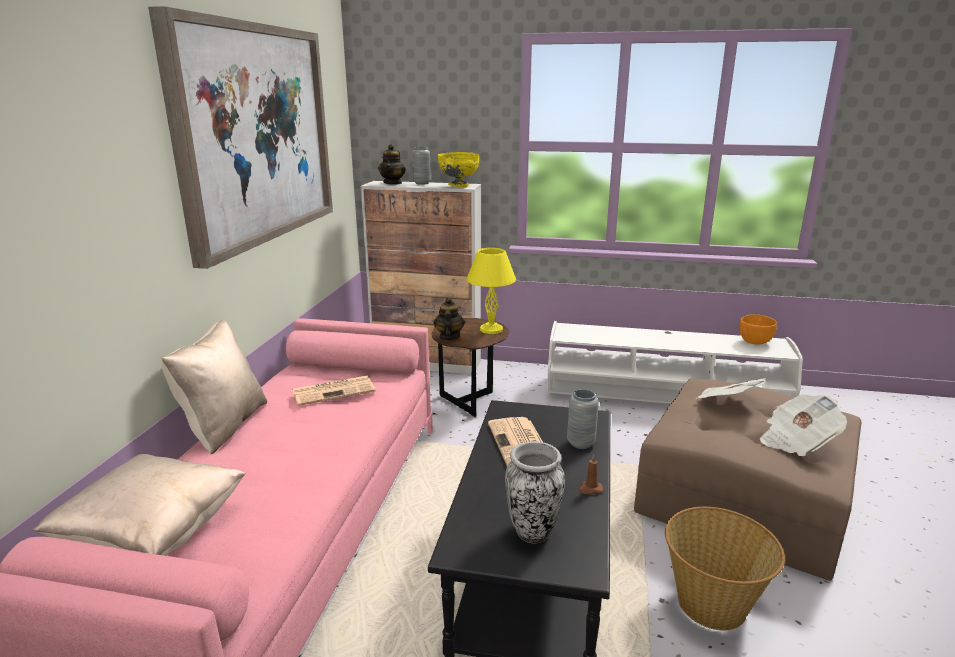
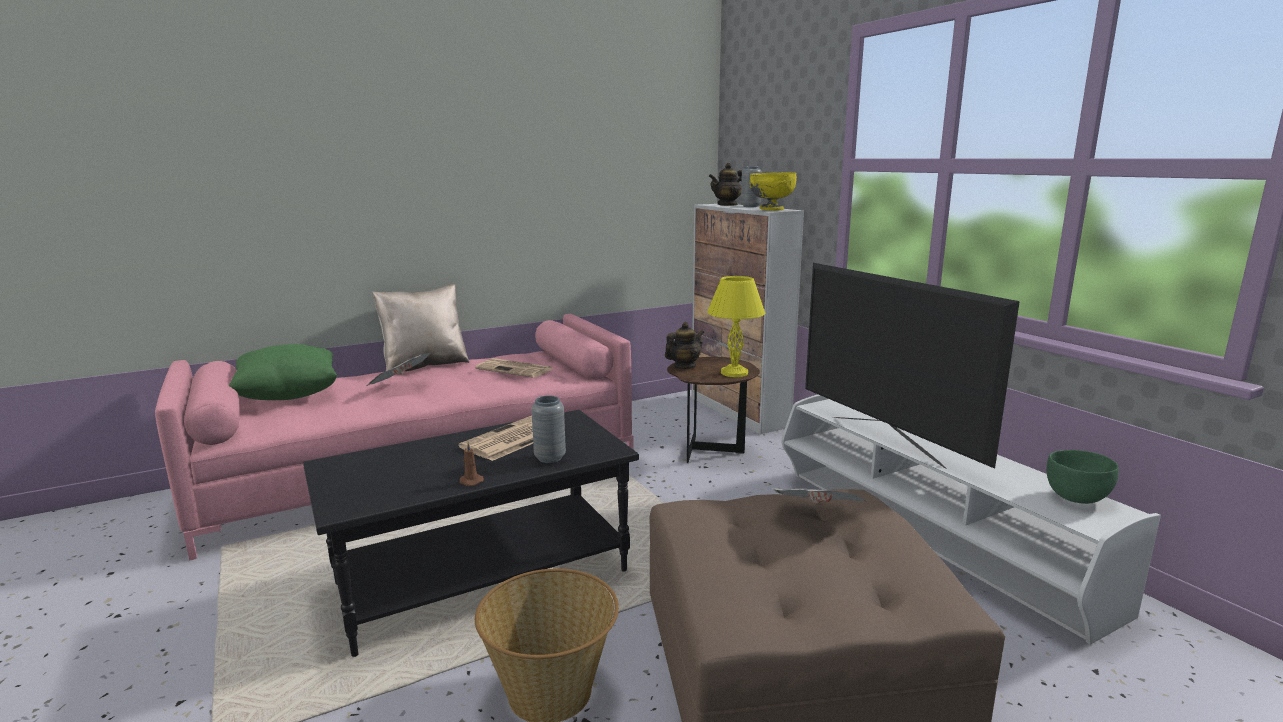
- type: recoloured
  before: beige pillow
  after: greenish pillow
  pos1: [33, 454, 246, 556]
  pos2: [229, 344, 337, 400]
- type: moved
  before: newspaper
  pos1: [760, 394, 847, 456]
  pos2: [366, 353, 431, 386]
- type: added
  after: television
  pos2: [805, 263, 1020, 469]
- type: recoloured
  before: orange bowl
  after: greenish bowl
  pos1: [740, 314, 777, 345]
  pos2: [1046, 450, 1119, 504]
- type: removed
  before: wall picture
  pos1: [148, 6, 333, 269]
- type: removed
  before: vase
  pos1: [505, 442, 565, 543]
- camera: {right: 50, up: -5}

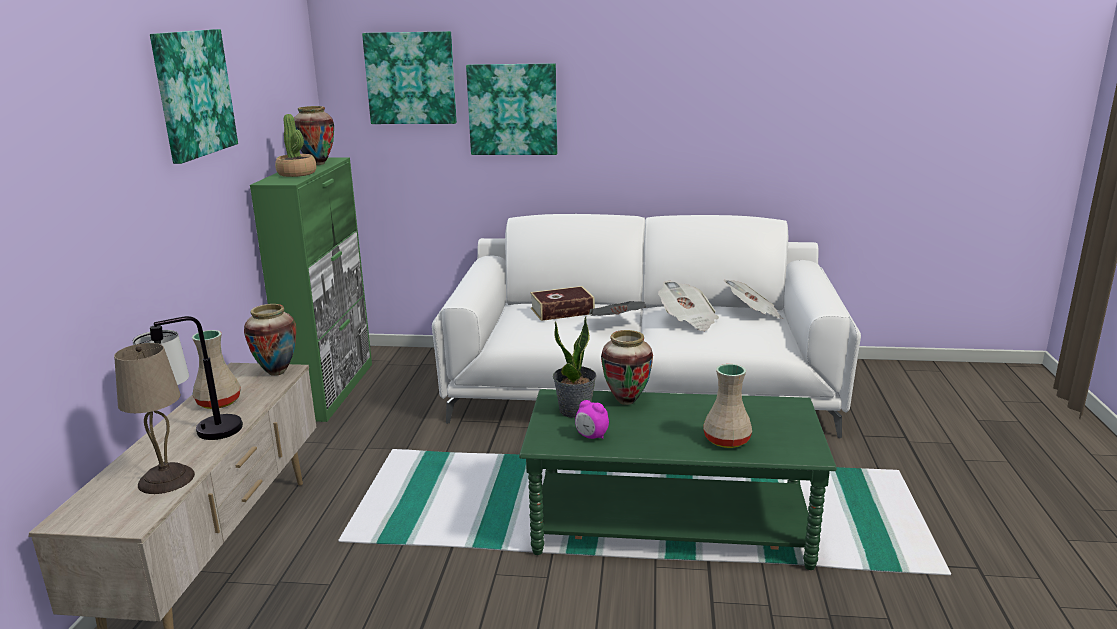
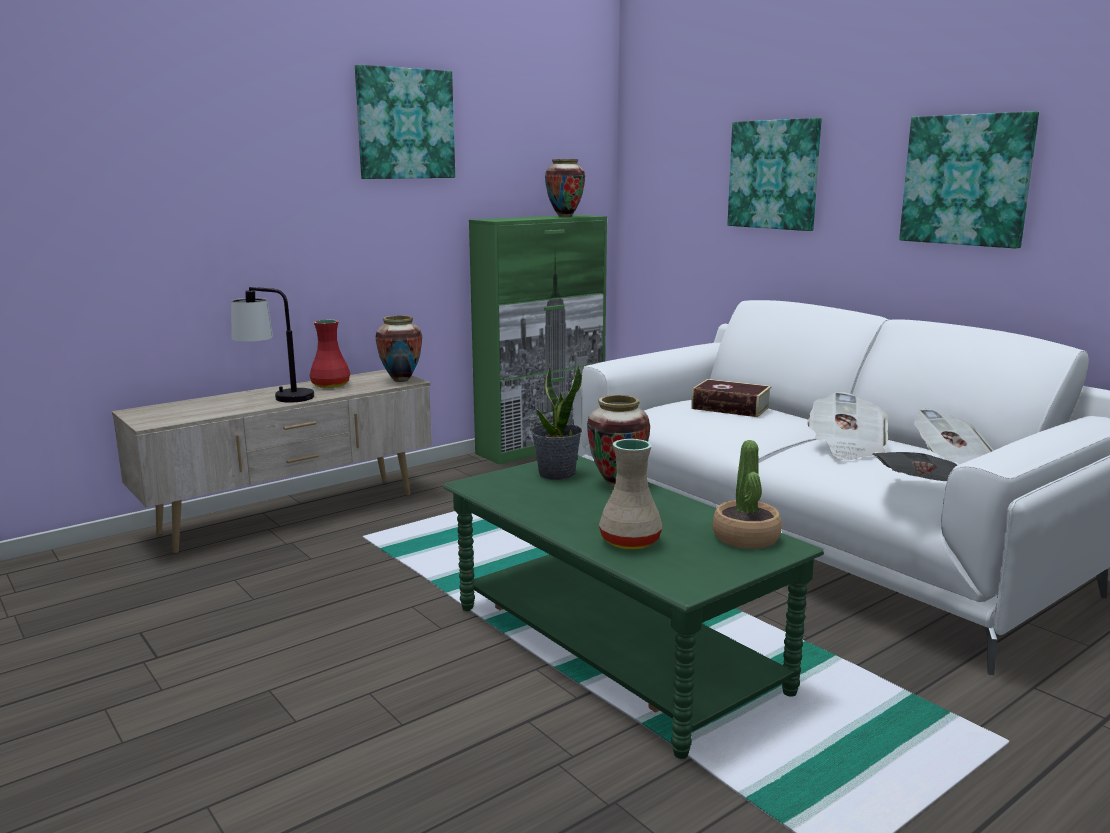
- type: recoloured
  before: beige vase
  after: red vase
  pos1: [192, 330, 241, 409]
  pos2: [310, 320, 350, 388]
- type: moved
  before: houseplant
  pos1: [275, 114, 316, 177]
  pos2: [712, 440, 782, 549]
- type: moved
  before: newspaper
  pos1: [589, 301, 646, 316]
  pos2: [873, 452, 958, 481]
- type: moved
  before: wall picture
  pos1: [362, 31, 457, 124]
  pos2: [899, 111, 1039, 249]
- type: removed
  before: beige table lamp
  pos1: [114, 343, 195, 494]
- type: removed
  before: bedside clock
  pos1: [575, 400, 609, 439]
- camera: {right: 45, up: -5}

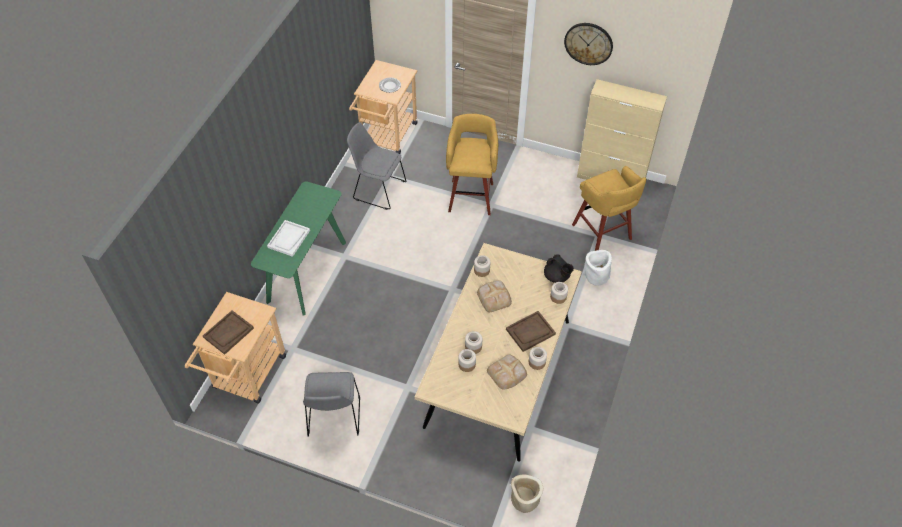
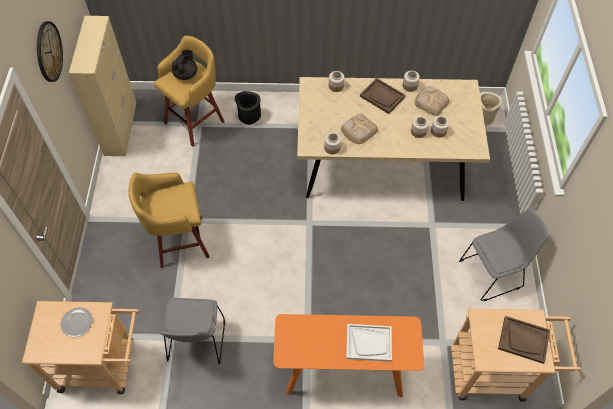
- type: moved
  before: black tea pot
  pos1: [544, 254, 574, 283]
  pos2: [172, 49, 197, 80]
- type: recoloured
  before: white planter
  after: black planter
  pos1: [585, 250, 612, 286]
  pos2: [235, 91, 261, 125]
- type: recoloured
  before: greenish hall table
  after: orange hall table
  pos1: [251, 182, 346, 316]
  pos2: [273, 314, 424, 398]
- camera: {right: -110, up: 5}

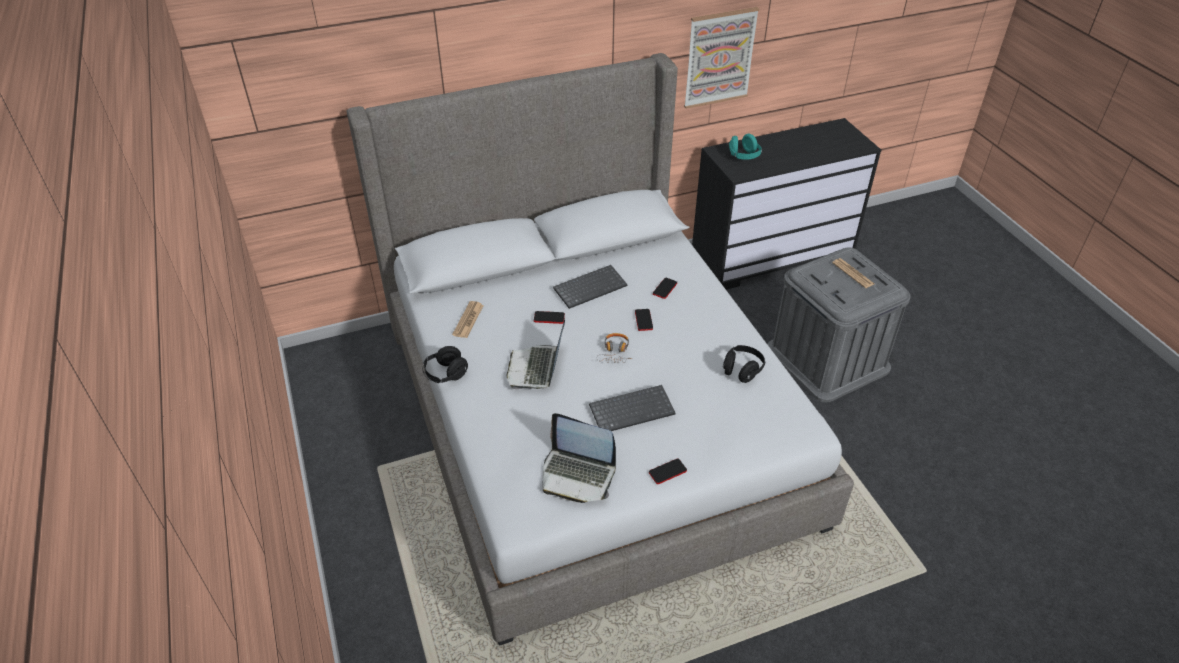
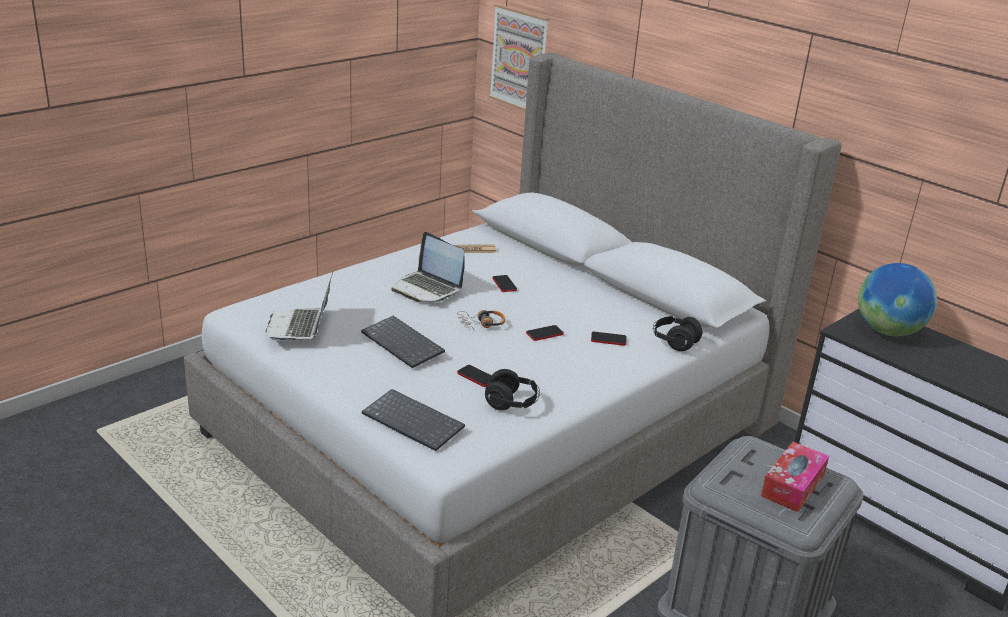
- type: moved
  before: PC keyboard
  pos1: [553, 265, 628, 309]
  pos2: [362, 389, 465, 451]
- type: turned
  before: portable computer
  pos1: [507, 319, 565, 390]
  pos2: [391, 232, 465, 302]
  turn: -120
- type: moved
  before: telephone
  pos1: [649, 459, 687, 484]
  pos2: [457, 365, 492, 387]
- type: moved
  before: wall picture
  pos1: [684, 7, 759, 109]
  pos2: [489, 4, 549, 111]
- type: moved
  before: black headphones
  pos1: [422, 346, 468, 383]
  pos2: [653, 316, 703, 351]
- type: replaced
  before: newspaper
  after: tissue holder
  pos1: [832, 258, 874, 288]
  pos2: [761, 442, 829, 512]
- type: replaced
  before: turquoise-coloured headphones
  after: globe
  pos1: [729, 134, 762, 160]
  pos2: [858, 263, 937, 336]
- camera: {right: 65, up: -15}

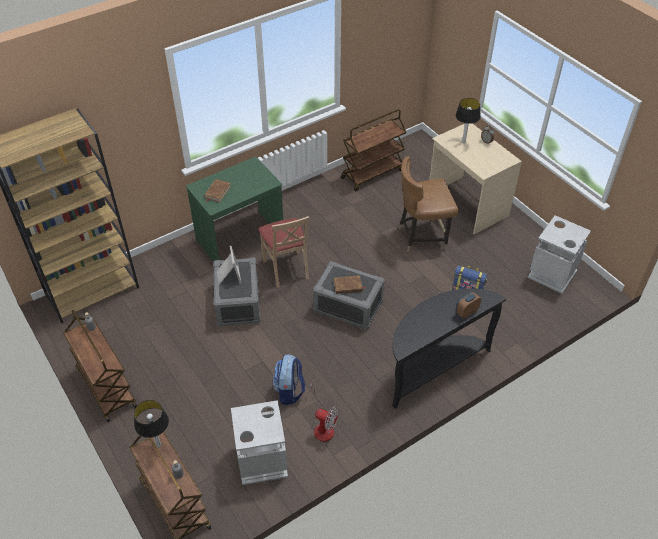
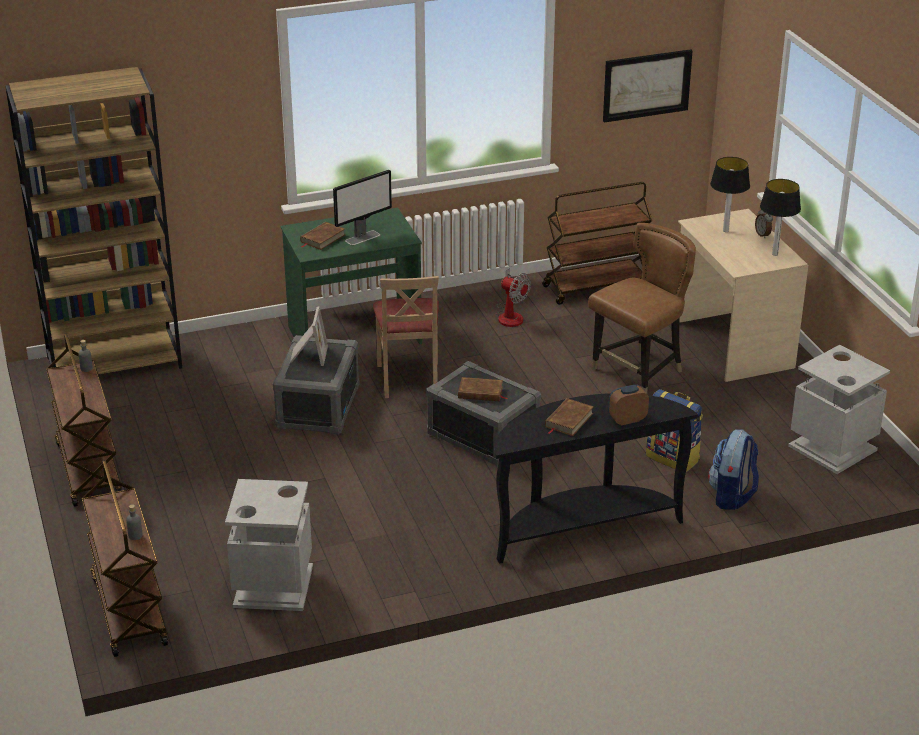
- type: added
  after: monitor
  pos2: [333, 170, 392, 245]
- type: moved
  before: electric fan
  pos1: [309, 383, 339, 442]
  pos2: [496, 268, 531, 327]
- type: added
  after: brown volume
  pos2: [545, 398, 594, 436]
- type: turned
  before: brown plain chair
  pos1: [398, 156, 459, 252]
  pos2: [588, 223, 696, 393]
  turn: 135
- type: added
  after: wall picture
  pos2: [603, 49, 692, 123]
- type: moved
  before: backpack
  pos1: [272, 354, 305, 405]
  pos2: [708, 430, 759, 510]
- type: moved
  before: table lamp
  pos1: [134, 400, 169, 448]
  pos2: [760, 179, 801, 256]
- camera: {right: 15, up: -15}

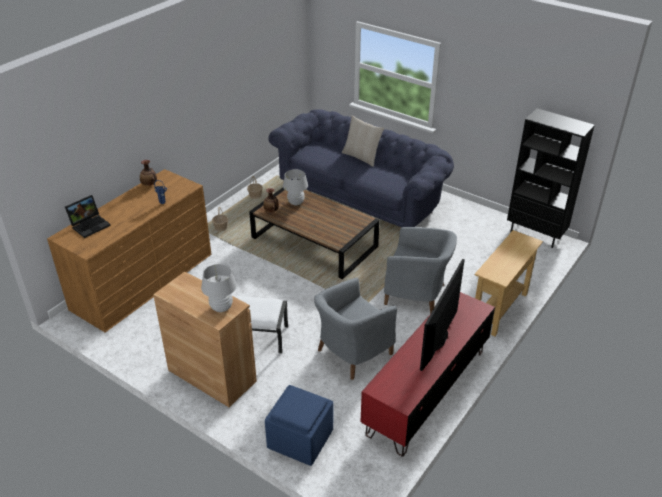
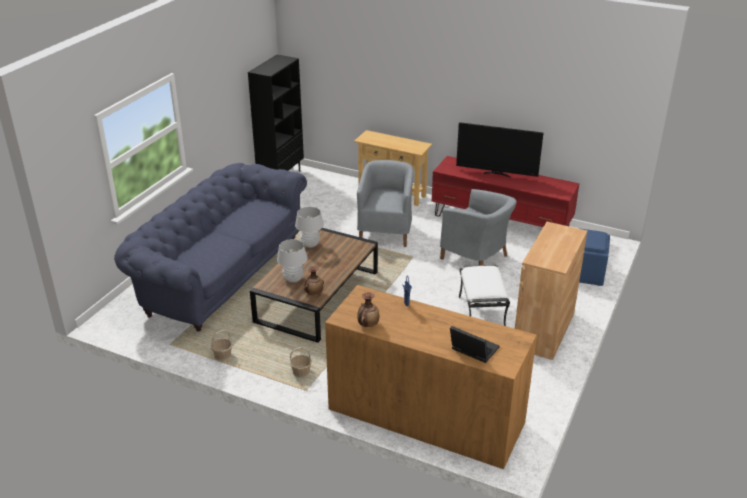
- type: moved
  before: white table lamp
  pos1: [201, 264, 237, 312]
  pos2: [295, 207, 324, 248]
- type: removed
  before: beige pillow
  pos1: [342, 115, 384, 167]
- camera: {right: -100, up: -5}

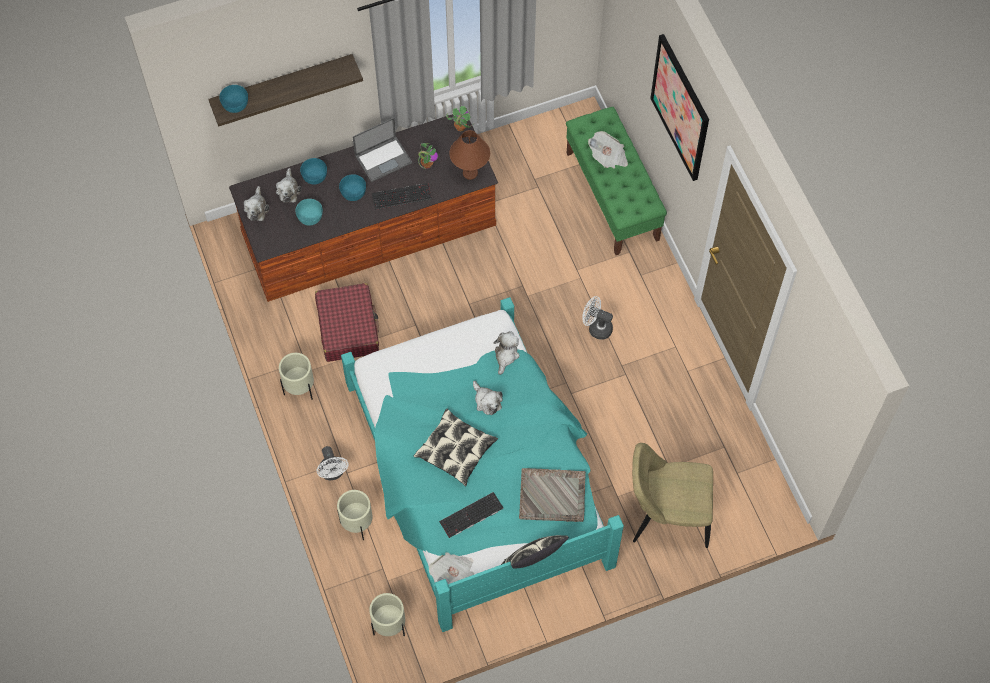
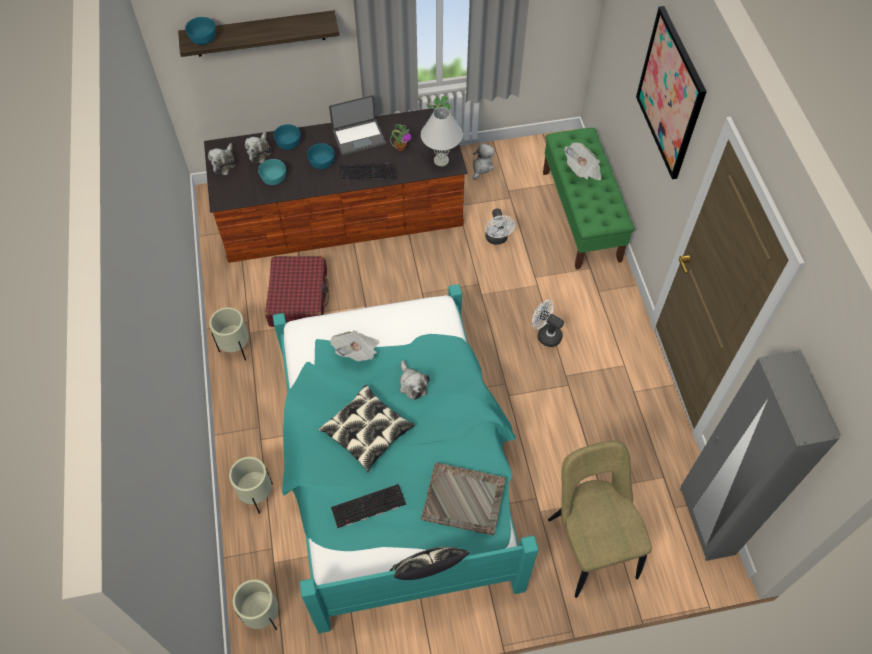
- type: moved
  before: newspaper
  pos1: [429, 552, 474, 584]
  pos2: [330, 330, 380, 361]
- type: recoloured
  before: brown table lamp
  after: white table lamp
  pos1: [449, 130, 490, 180]
  pos2: [421, 107, 463, 166]
- type: moved
  before: cuddly toy
  pos1: [494, 331, 520, 375]
  pos2: [473, 144, 494, 180]
- type: moved
  before: white electric fan
  pos1: [317, 446, 349, 480]
  pos2: [485, 208, 515, 245]
- type: turned
  before: beige plain chair
  pos1: [632, 443, 713, 548]
  pos2: [548, 441, 652, 598]
  turn: 60
- type: added
  after: gray armoire
  pos2: [680, 350, 840, 561]
- camera: {right: 10, up: -5}

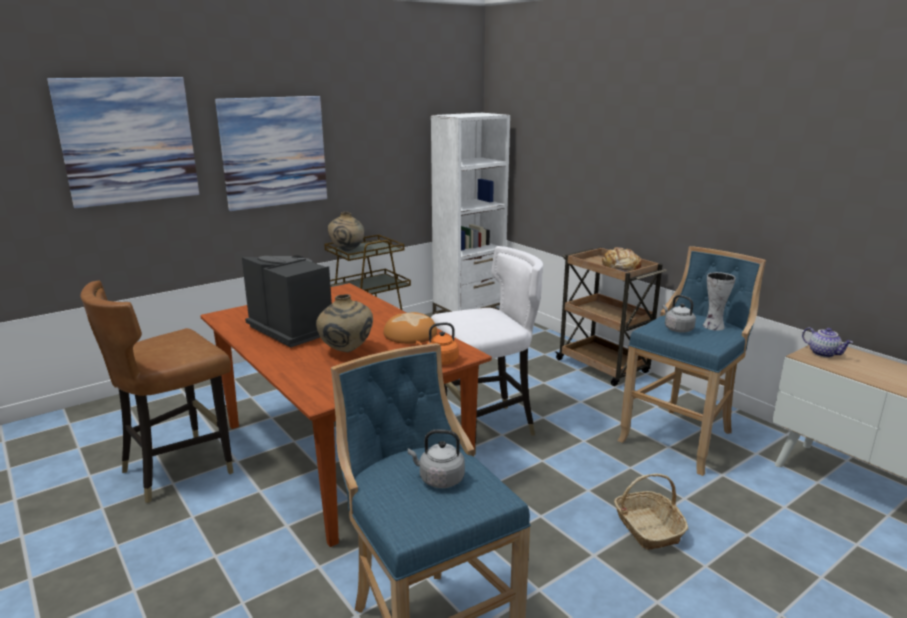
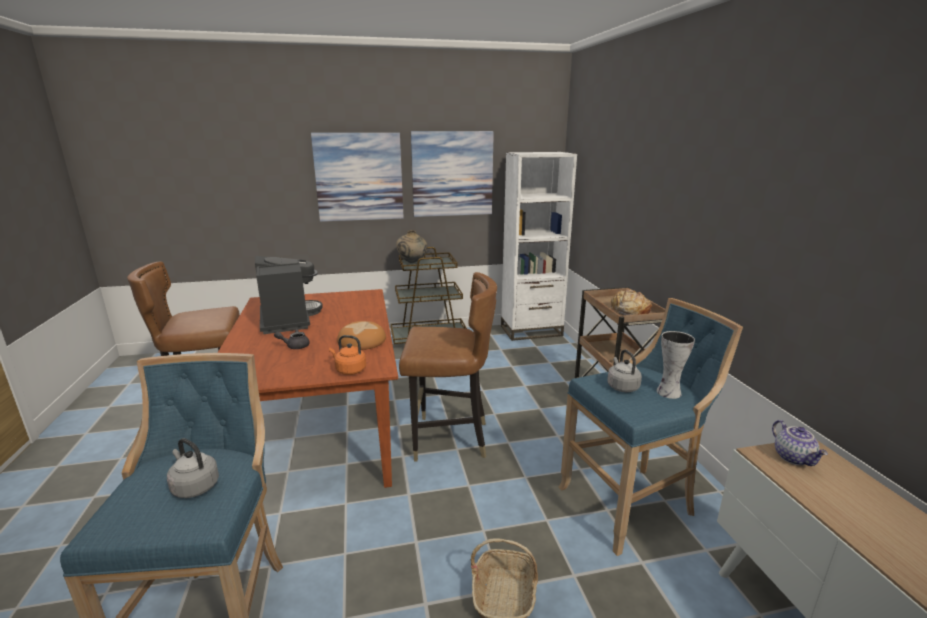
- type: replaced
  before: beige vase
  after: gray tea pot
  pos1: [316, 294, 373, 352]
  pos2: [274, 329, 310, 349]
- type: recoloured
  before: white plain chair
  after: brown plain chair
  pos1: [431, 246, 543, 455]
  pos2: [399, 272, 497, 462]
- type: moved
  before: wall picture
  pos1: [47, 77, 199, 208]
  pos2: [411, 131, 494, 217]
- camera: {right: 25, up: 0}

